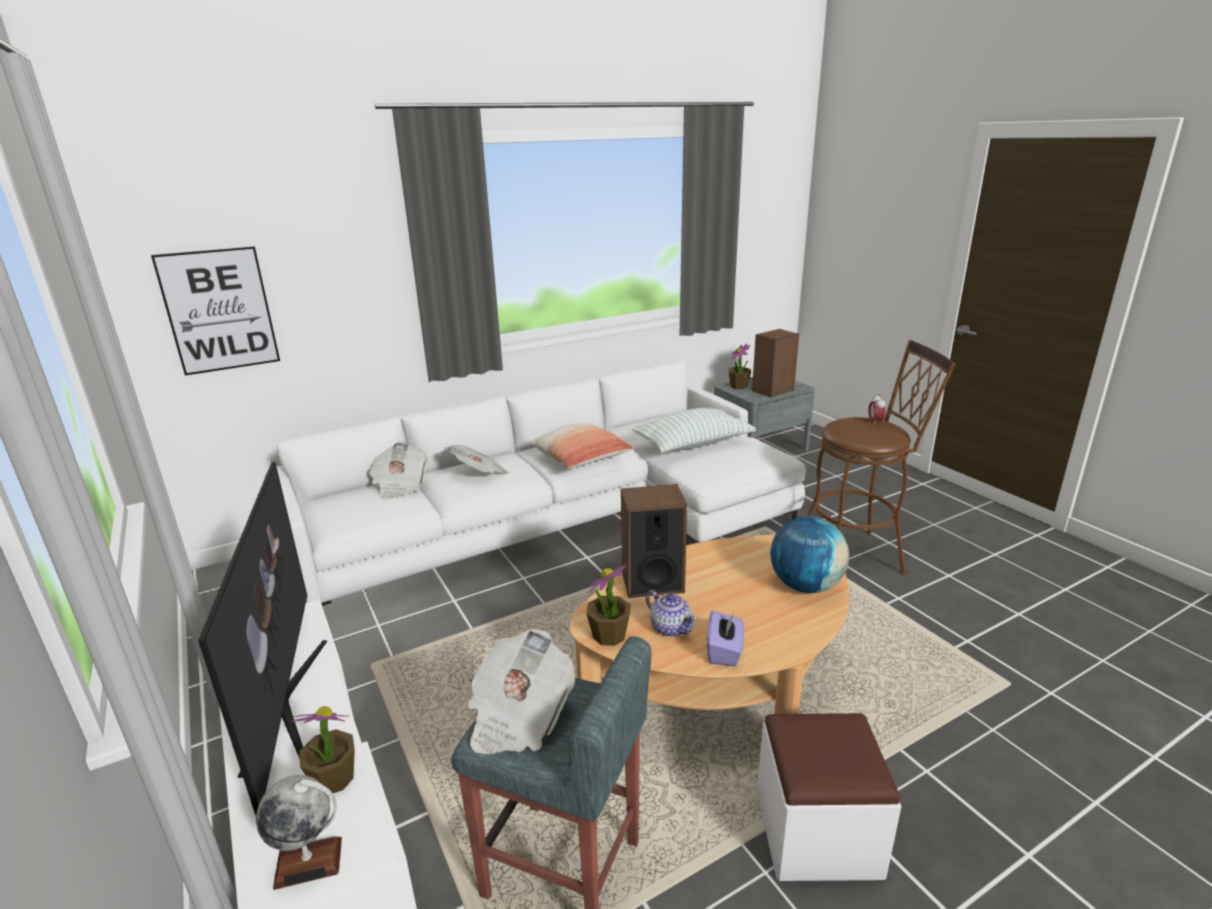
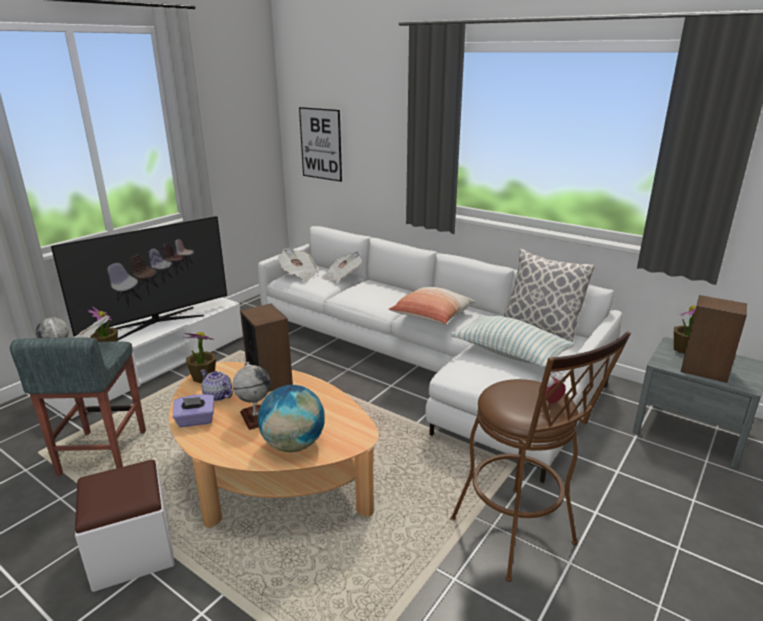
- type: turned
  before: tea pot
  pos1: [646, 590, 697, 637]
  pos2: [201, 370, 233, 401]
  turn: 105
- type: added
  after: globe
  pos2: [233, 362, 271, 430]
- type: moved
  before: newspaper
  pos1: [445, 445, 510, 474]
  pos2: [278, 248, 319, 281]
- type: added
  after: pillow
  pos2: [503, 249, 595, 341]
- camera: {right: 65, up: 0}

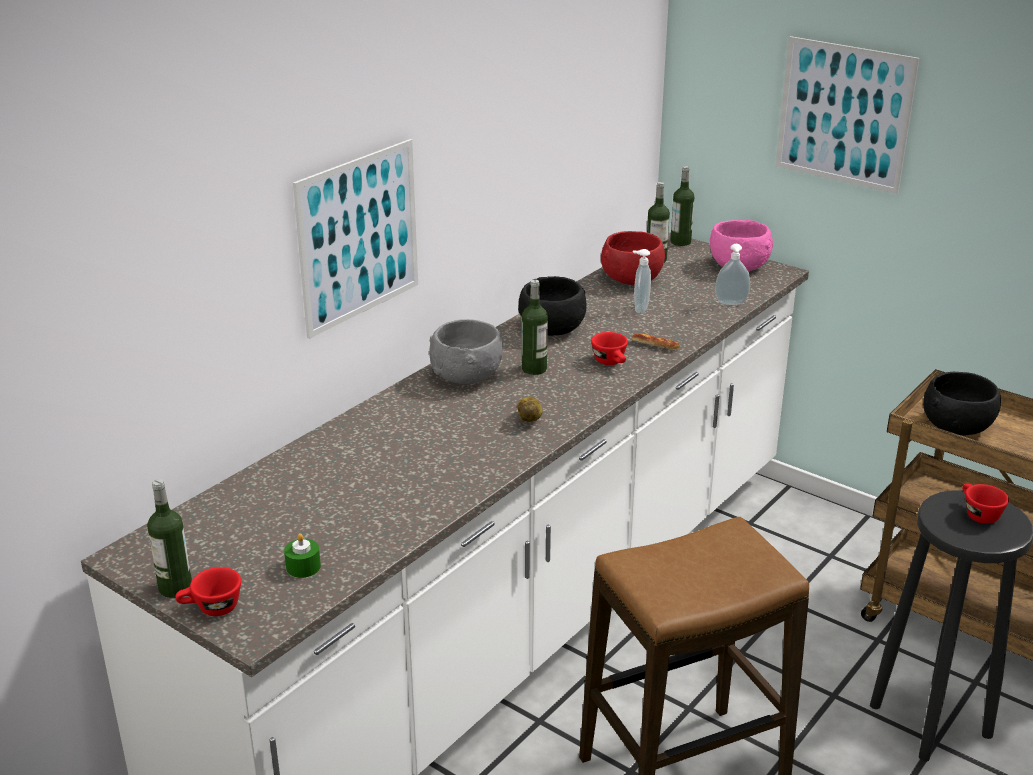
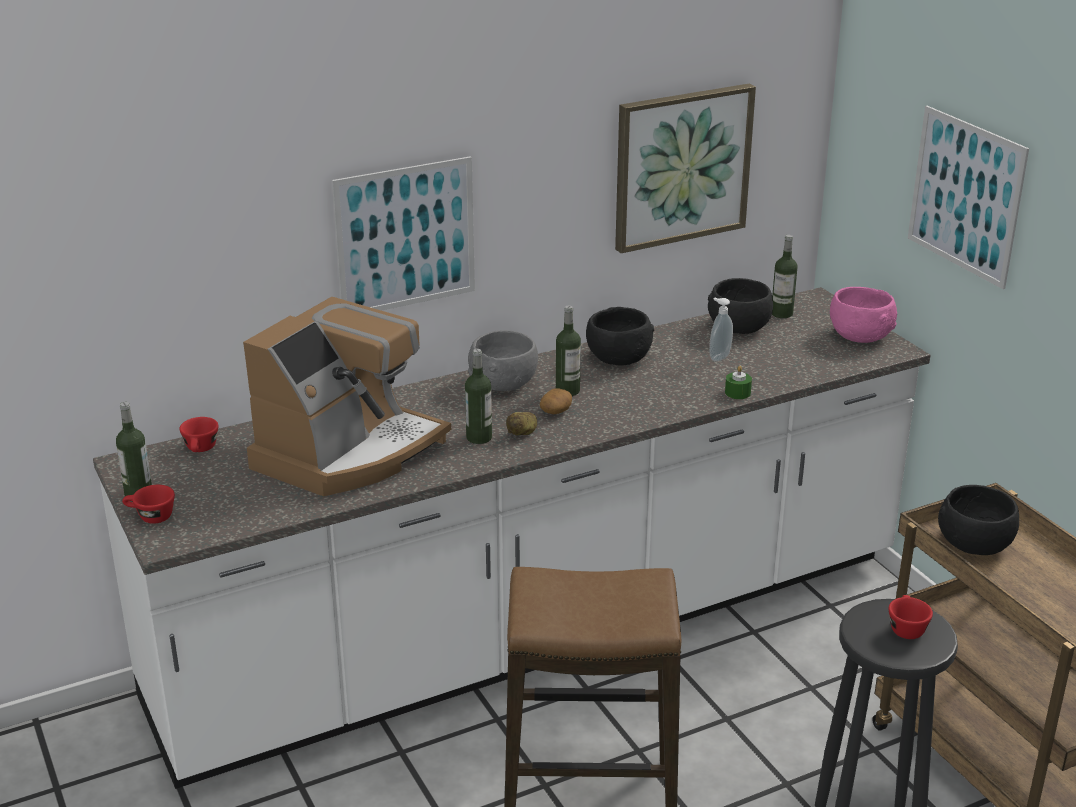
- type: moved
  before: red drinking cup
  pos1: [591, 332, 628, 365]
  pos2: [179, 417, 218, 452]
- type: added
  after: coffee machine
  pos2: [243, 297, 451, 496]
- type: moved
  before: drink bottle
  pos1: [671, 166, 694, 246]
  pos2: [465, 349, 492, 444]
- type: added
  after: whole potato
  pos2: [540, 388, 572, 414]
- type: added
  after: wall picture
  pos2: [615, 84, 756, 253]
- type: recoloured
  before: red bowl
  after: black bowl
  pos1: [601, 231, 665, 285]
  pos2: [707, 278, 773, 334]
- type: moved
  before: greenish candle
  pos1: [284, 533, 321, 578]
  pos2: [725, 366, 752, 399]
- type: removed
  before: bread
  pos1: [632, 334, 680, 350]
- type: removed
  before: soap dispenser
  pos1: [715, 244, 750, 305]
- camera: {right: 25, up: 0}

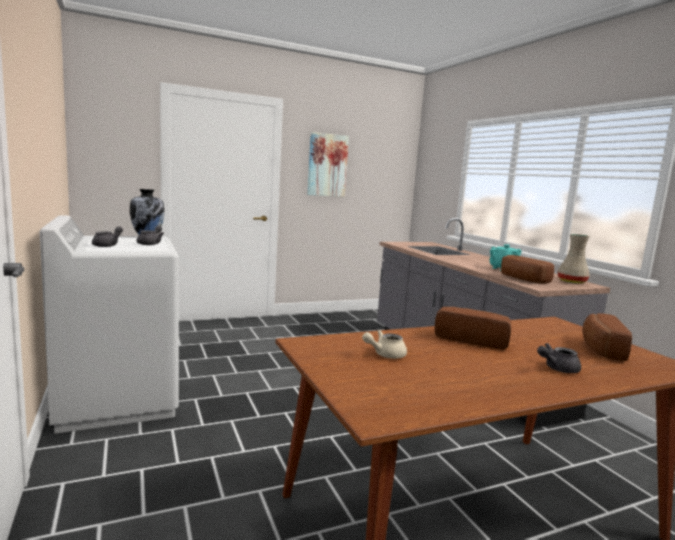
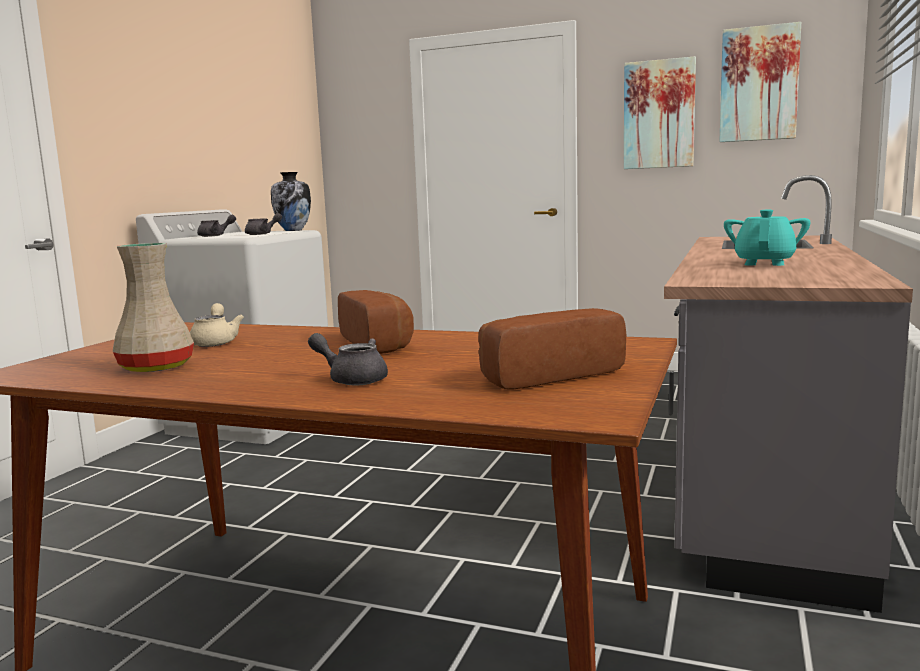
- type: moved
  before: beige vase
  pos1: [557, 234, 590, 284]
  pos2: [113, 243, 194, 372]
- type: turned
  before: beige tea pot
  pos1: [362, 330, 407, 359]
  pos2: [190, 303, 244, 347]
  turn: 60
- type: added
  after: wall picture
  pos2: [719, 22, 801, 142]
- type: removed
  before: bread
  pos1: [501, 255, 554, 284]
- camera: {right: 45, up: 0}

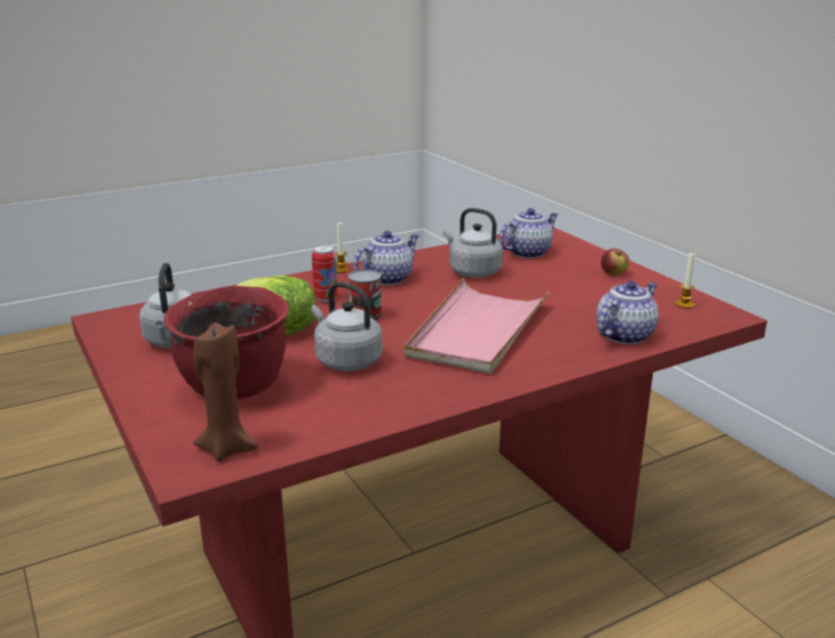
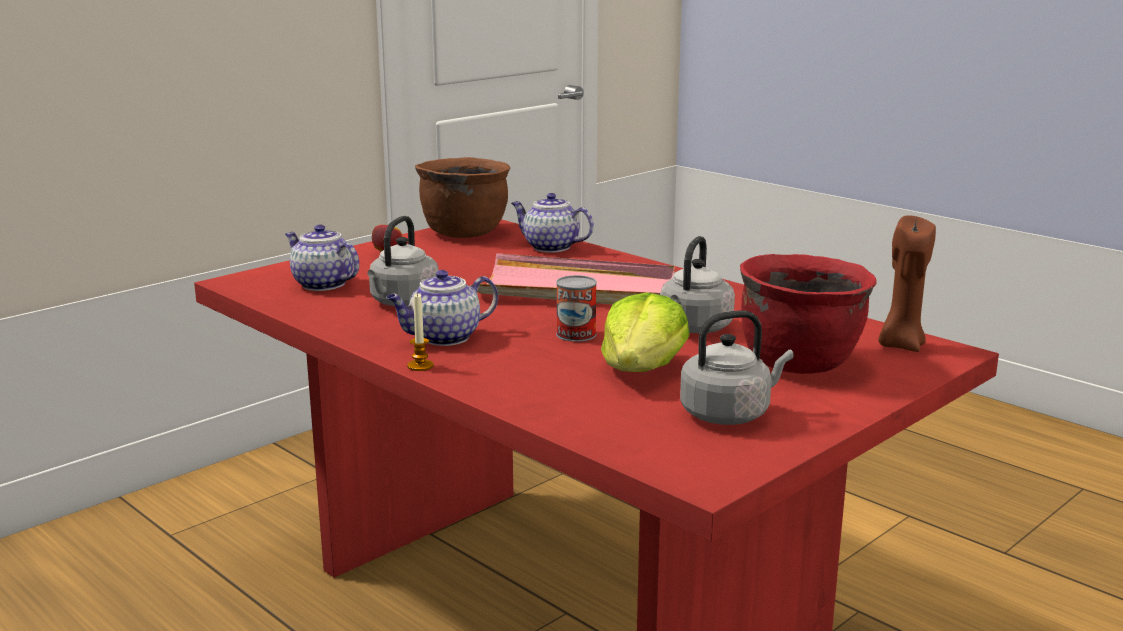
- type: turned
  before: tea pot
  pos1: [354, 231, 419, 285]
  pos2: [386, 270, 498, 346]
  turn: -60
- type: replaced
  before: candle
  after: brown saucepot
  pos1: [675, 252, 695, 308]
  pos2: [415, 157, 510, 238]
- type: removed
  before: metal can
  pos1: [312, 245, 337, 302]
- camera: {right: -105, up: -5}

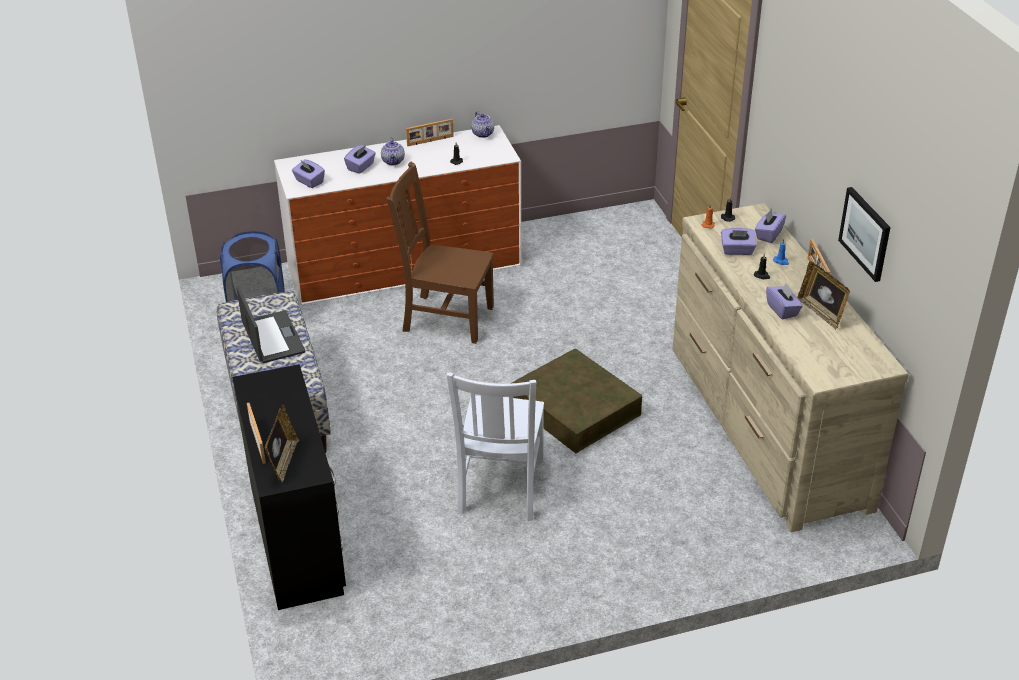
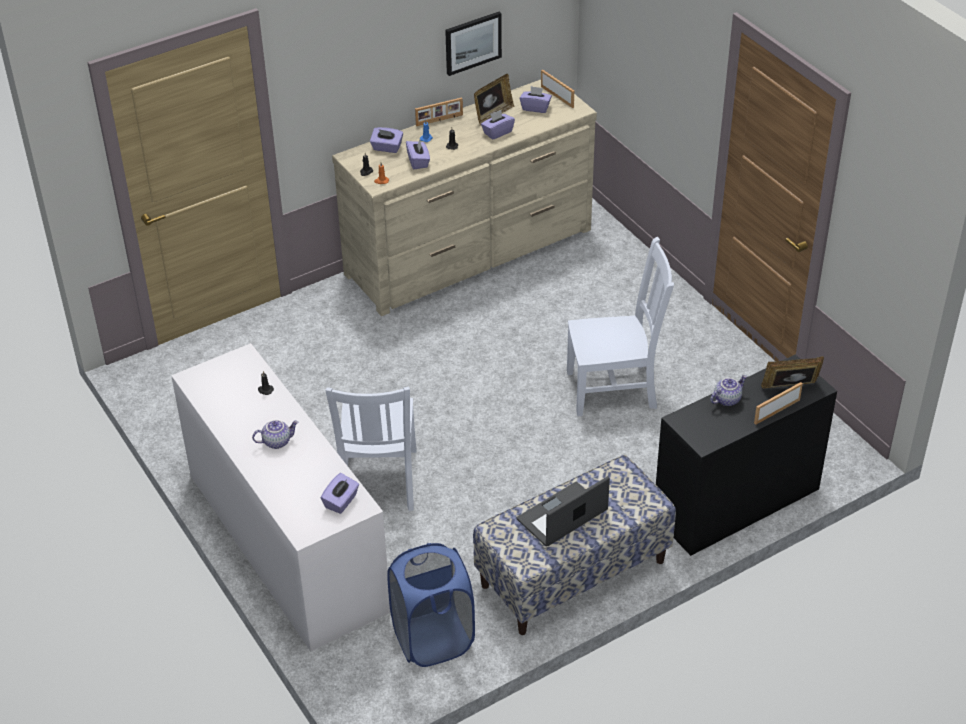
- type: recoloured
  before: brown plain chair
  after: white plain chair
  pos1: [386, 162, 494, 344]
  pos2: [325, 387, 416, 511]
- type: moved
  before: purplish tissue holder
  pos1: [344, 145, 376, 174]
  pos2: [520, 86, 552, 113]
- type: moved
  before: standing frame
  pos1: [406, 119, 454, 146]
  pos2: [541, 70, 574, 108]
- type: moved
  before: tea pot
  pos1: [471, 111, 494, 138]
  pos2: [710, 375, 747, 406]
- type: removed
  before: brown storage container
  pos1: [512, 349, 642, 453]
- camera: {right: -105, up: 5}

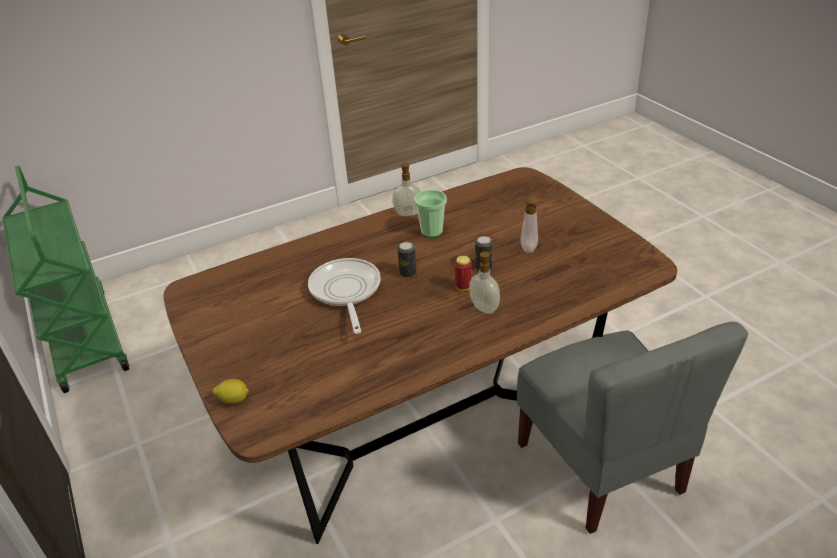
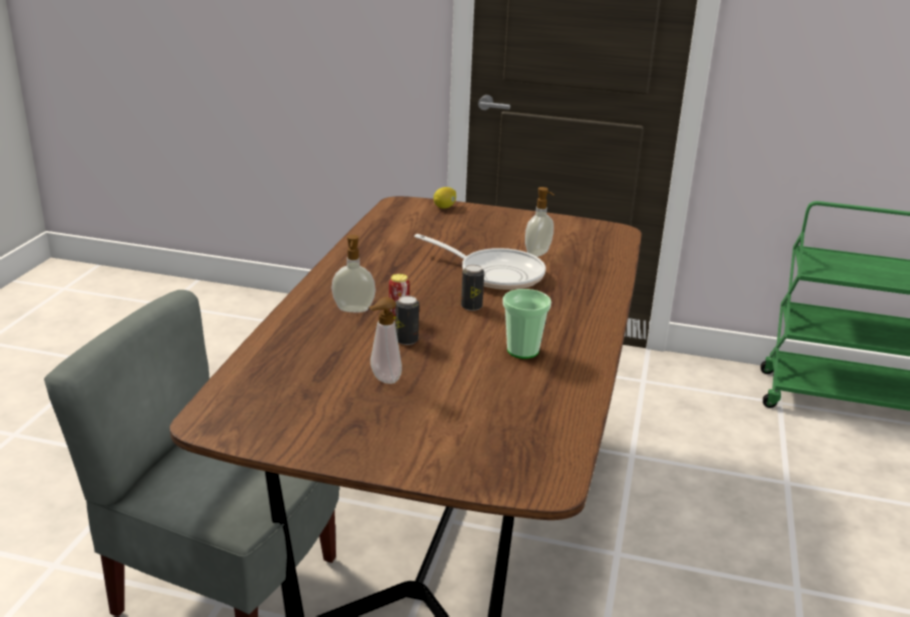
- type: moved
  before: soap dispenser
  pos1: [392, 162, 421, 216]
  pos2: [525, 187, 554, 257]
- camera: {right: 130, up: -10}

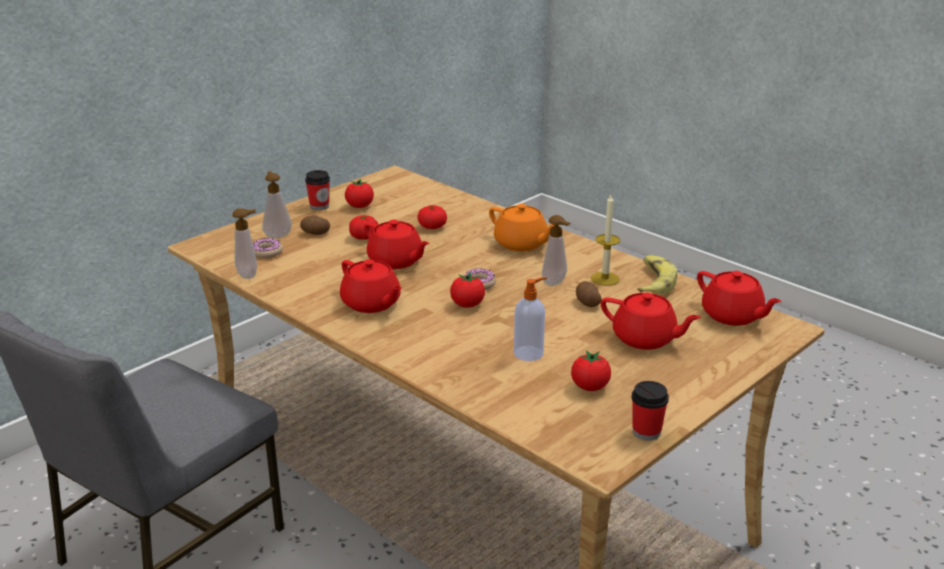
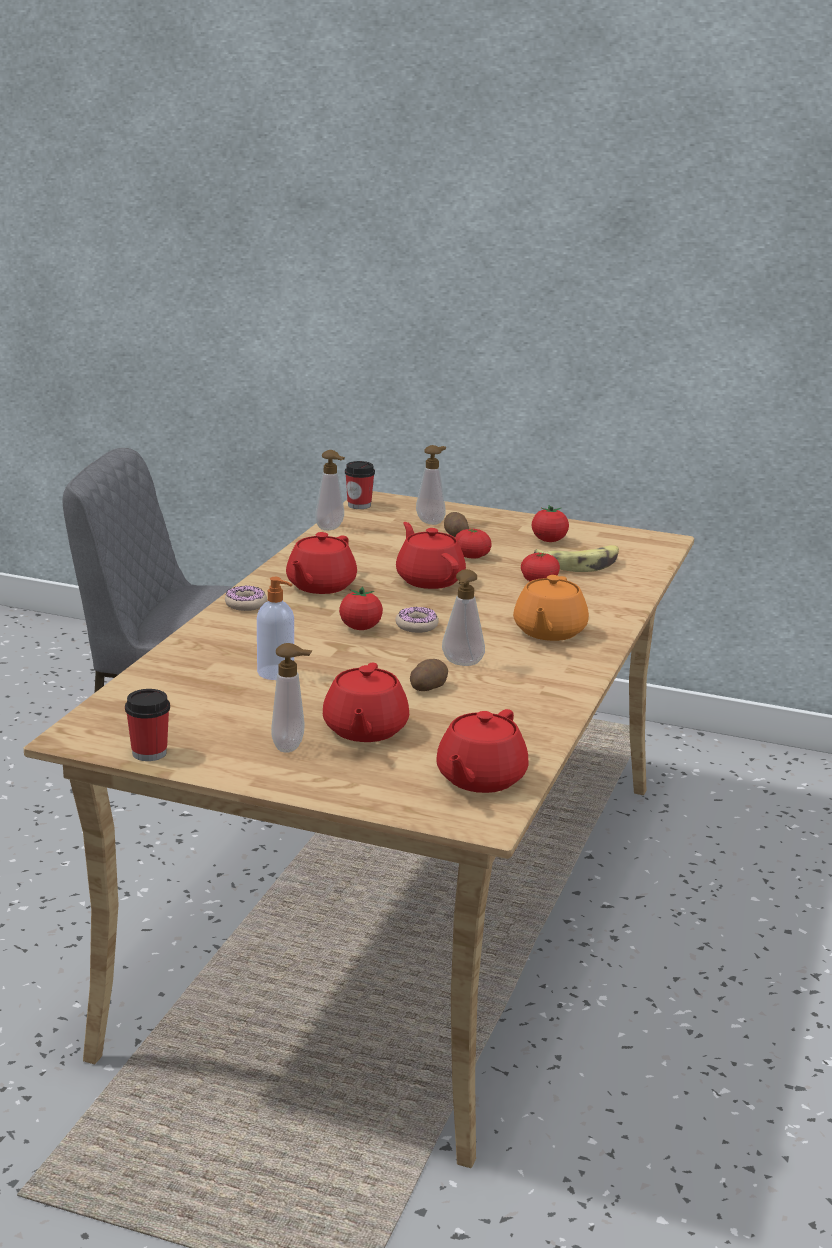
- type: moved
  before: donut
  pos1: [253, 238, 283, 258]
  pos2: [225, 585, 267, 611]
- type: added
  after: soap dispenser
  pos2: [271, 643, 312, 753]
- type: moved
  before: drinking cup
  pos1: [305, 170, 330, 210]
  pos2: [345, 461, 375, 509]
- type: turned
  before: red tea pot
  pos1: [364, 220, 429, 269]
  pos2: [396, 522, 466, 589]
  turn: 135
- type: moved
  before: banana fruit
  pos1: [637, 255, 677, 294]
  pos2: [534, 545, 619, 572]
- type: removed
  before: whole tomato
  pos1: [571, 350, 611, 391]
- type: removed
  before: candle
  pos1: [591, 195, 620, 286]
- camera: {right: 65, up: -5}

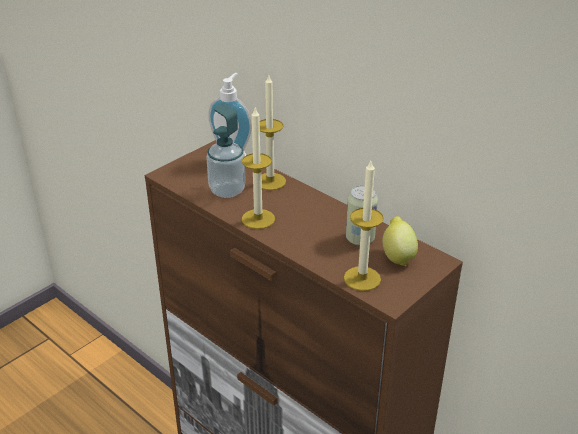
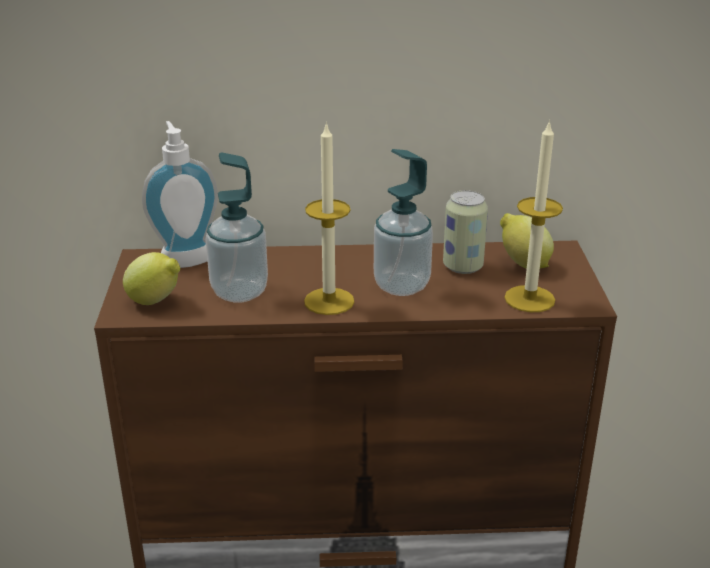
- type: added
  after: whole lemon
  pos2: [123, 252, 180, 305]
- type: added
  after: soap dispenser
  pos2: [374, 149, 433, 296]
- type: removed
  before: candle
  pos1: [260, 75, 286, 190]
- camera: {right: -45, up: -5}

